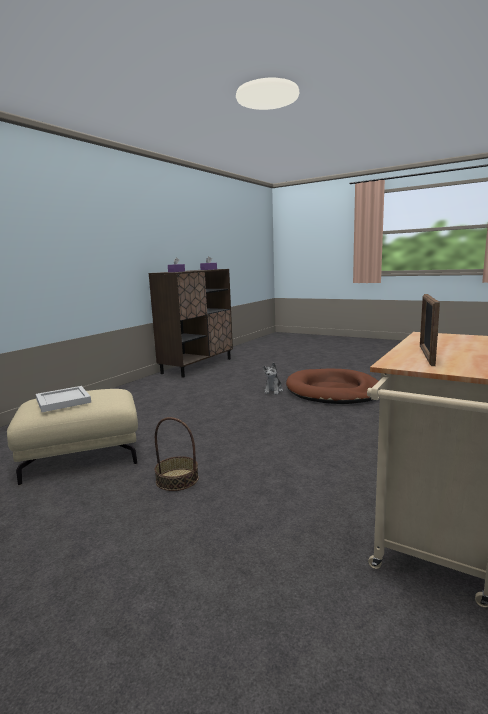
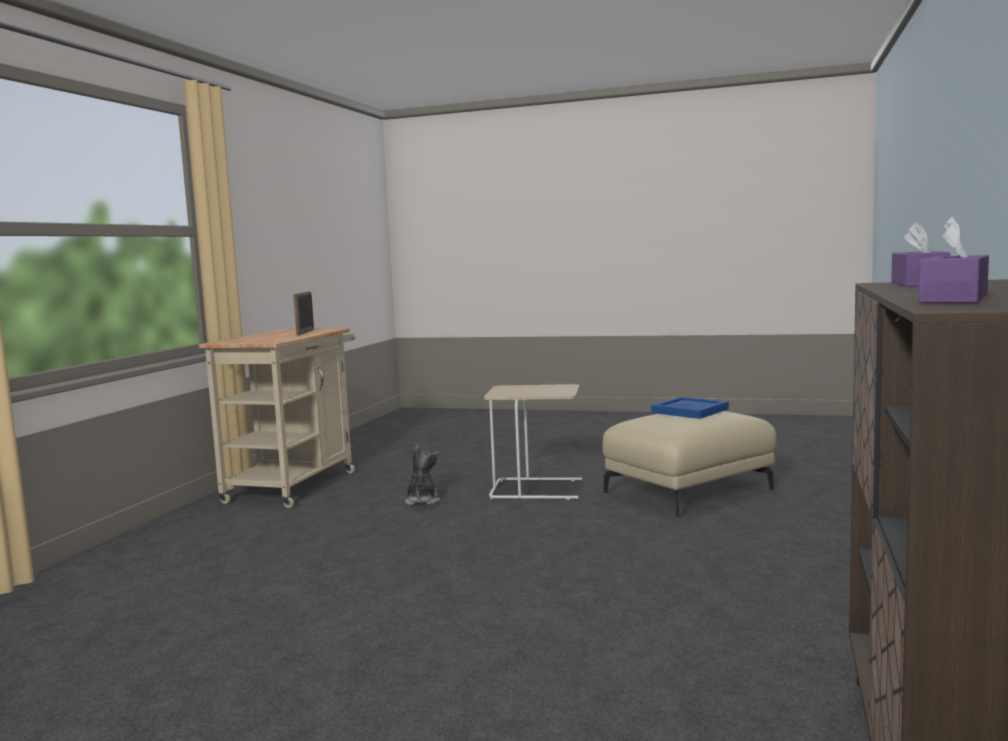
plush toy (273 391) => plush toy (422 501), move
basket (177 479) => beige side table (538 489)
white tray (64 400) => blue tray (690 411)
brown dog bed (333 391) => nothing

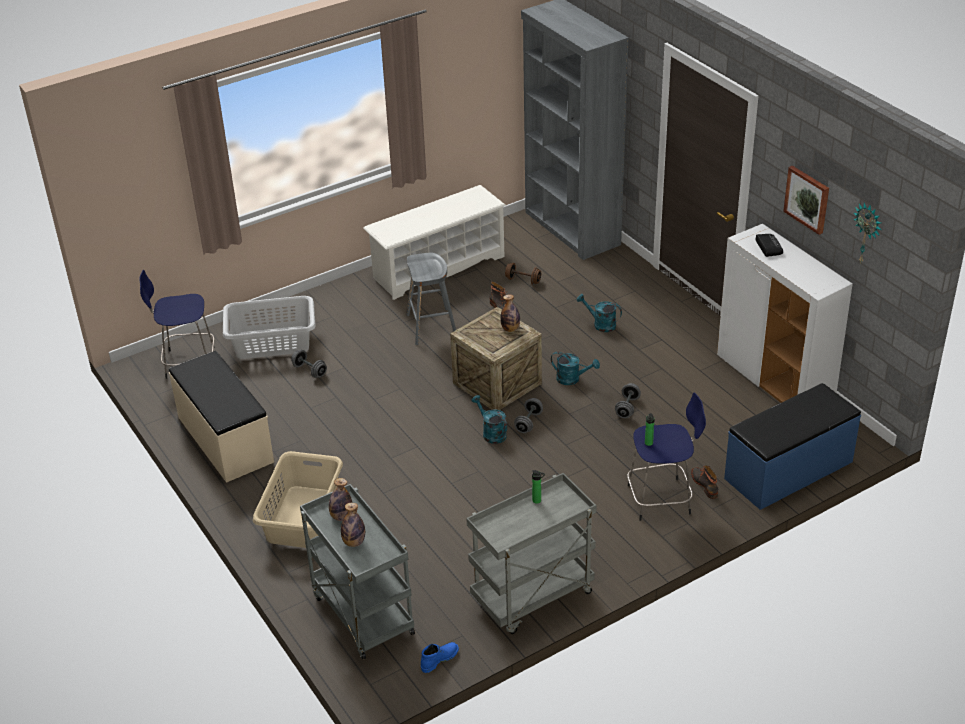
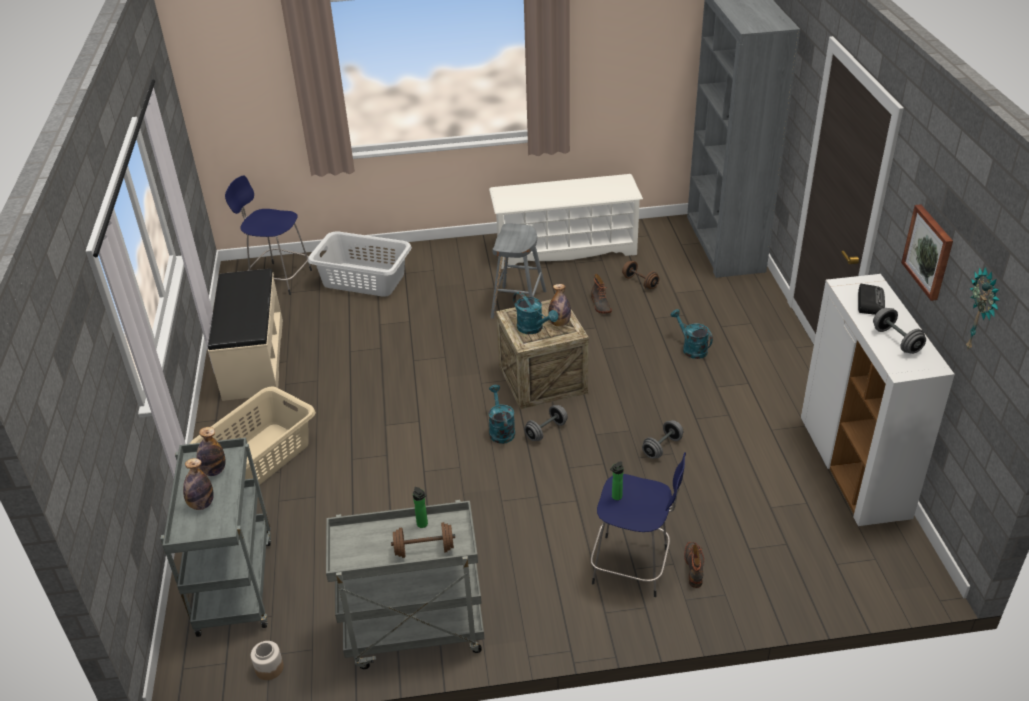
blue boot (439 659) => jar (269 668)
nothing => brown dumbbell (424 549)
turquoise watering can (572 379) => turquoise watering can (533 328), move
grey dumbbell (309 370) => grey dumbbell (896 341), move
blue bench (789 471) => nothing

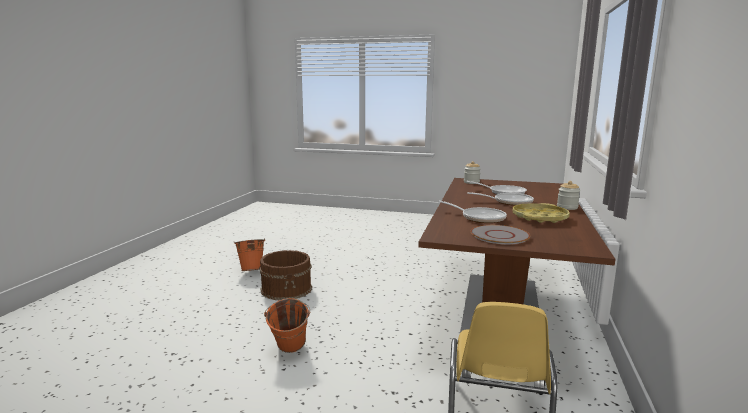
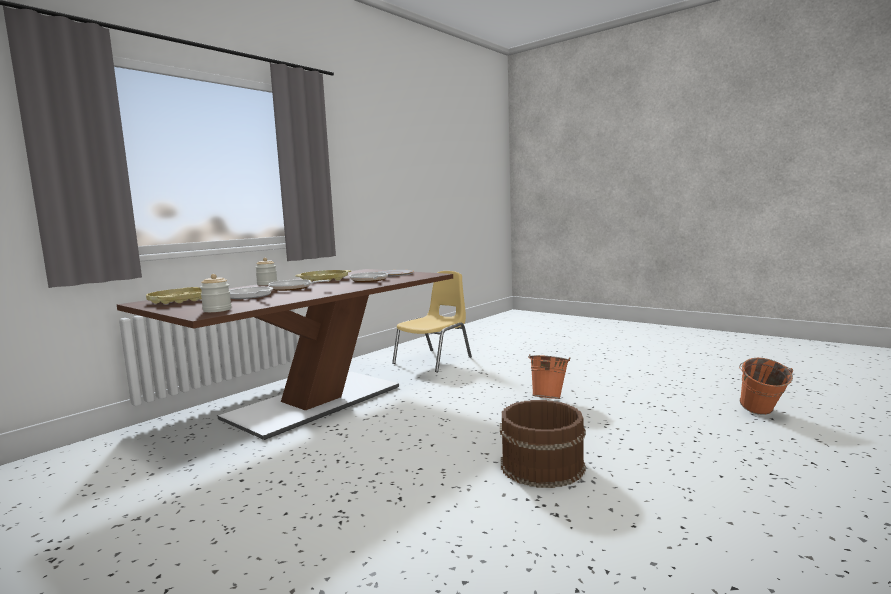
nothing => yellow tray (180 300)
orange bucket (252 270) => orange bucket (761 414), move

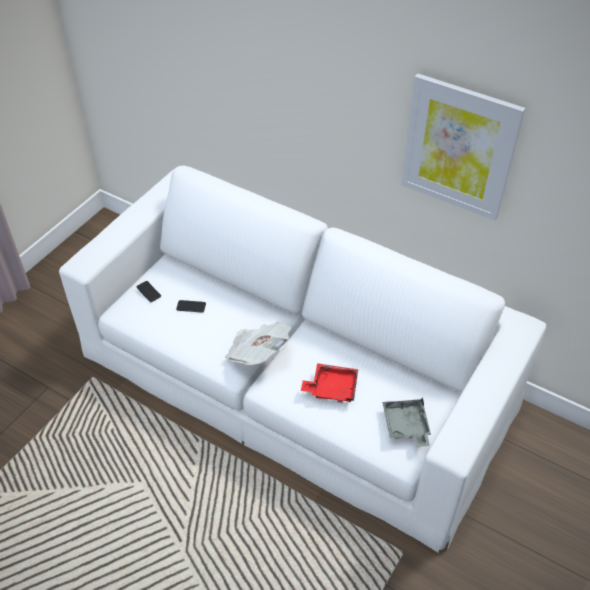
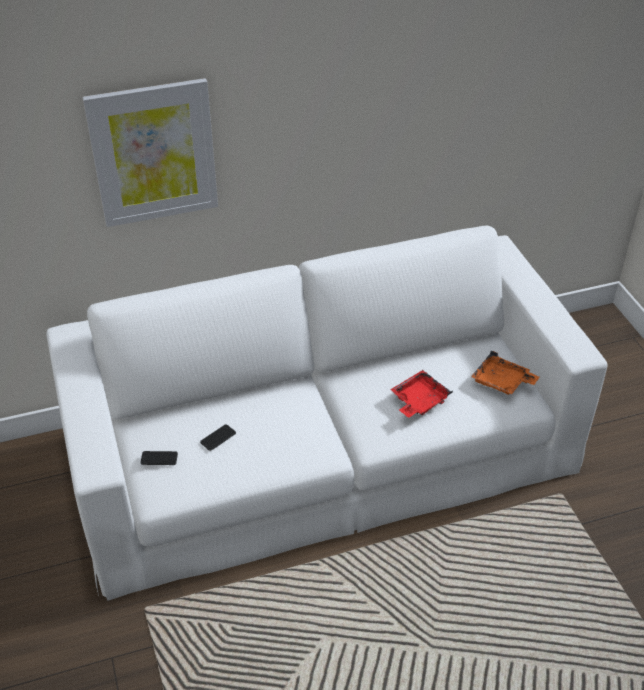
picture (459 147) => picture (153 153), move
grey tray (406 426) => orange tray (502 382)
newspaper (258 353) => nothing

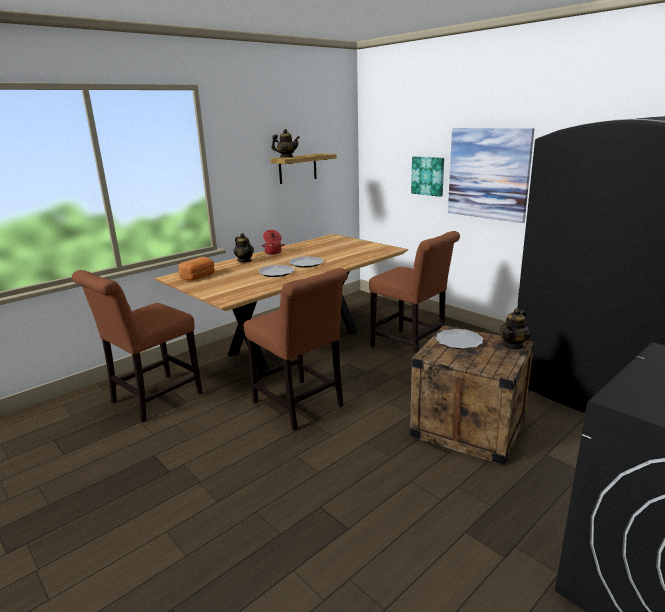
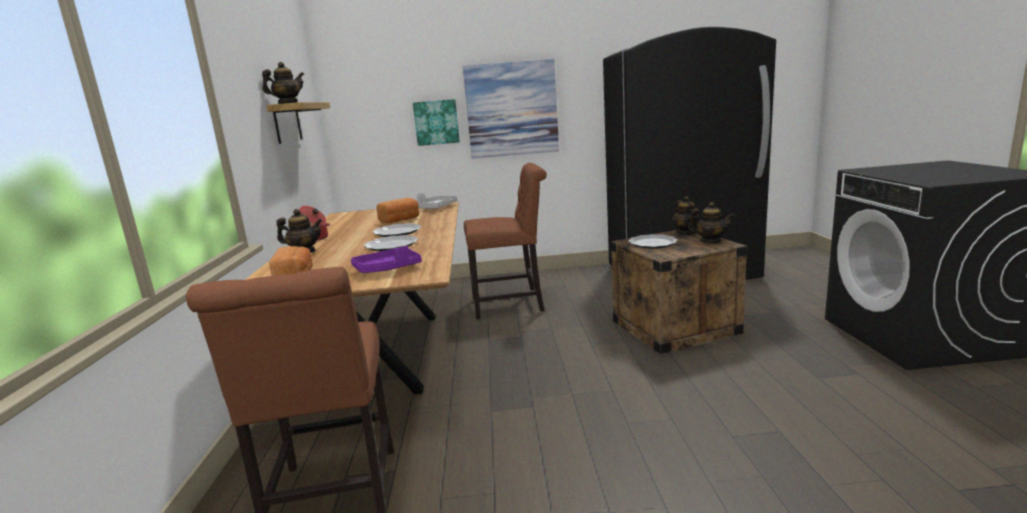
nothing => purple tray (388 269)
nothing => bread (401 220)
nothing => grey tray (436 208)
nothing => teapot (710 241)
brown chair (301 406) => nothing

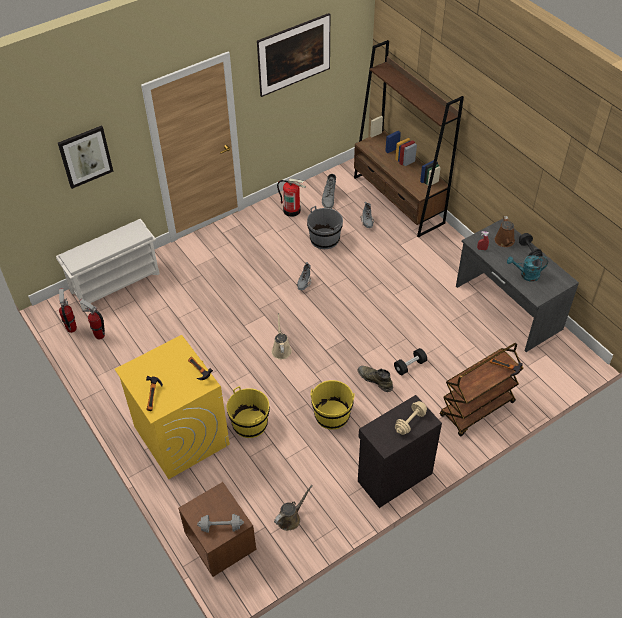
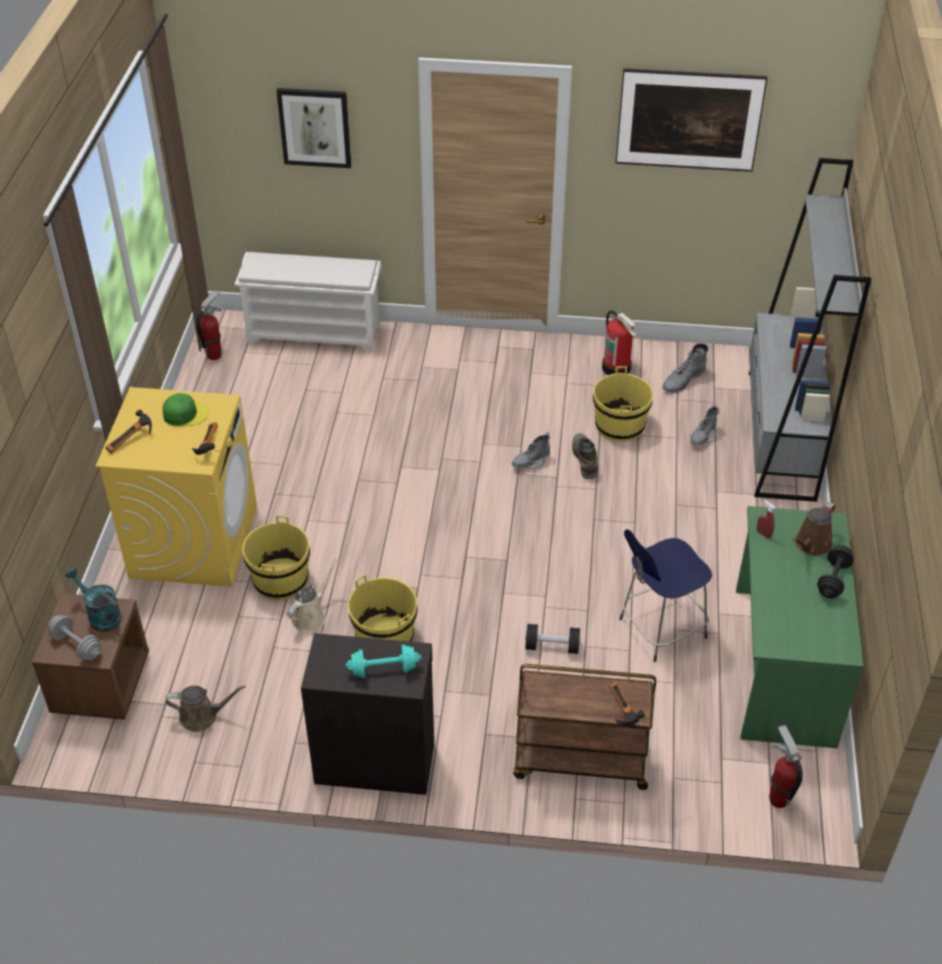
turquoise watering can (526 275) => turquoise watering can (100 615), move
nothing => green cap (185 414)
beige watering can (281 349) => beige watering can (310 616), move
beige dumbbell (410 422) => turquoise dumbbell (384 669)
green boot (375 380) => green boot (584 459), move
grey bucket (324 239) => yellow bucket (620 426)
nothing => blue stool (660 629)
grey desk (507 308) => green desk (781 665)
brown bookcase (398 200) => grey bookcase (780 434)
fire extinguisher (99 335) => fire extinguisher (778 799), move

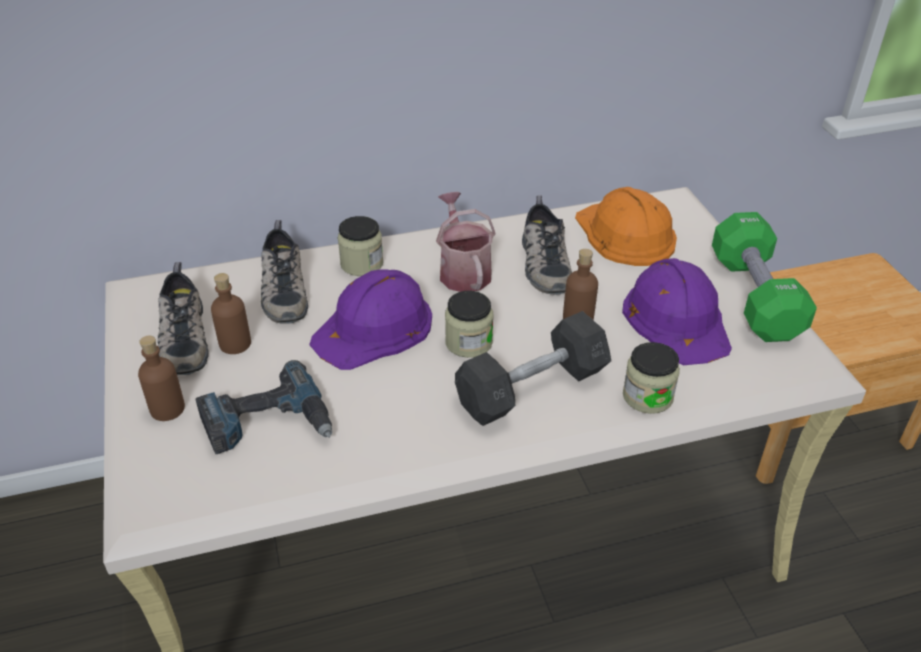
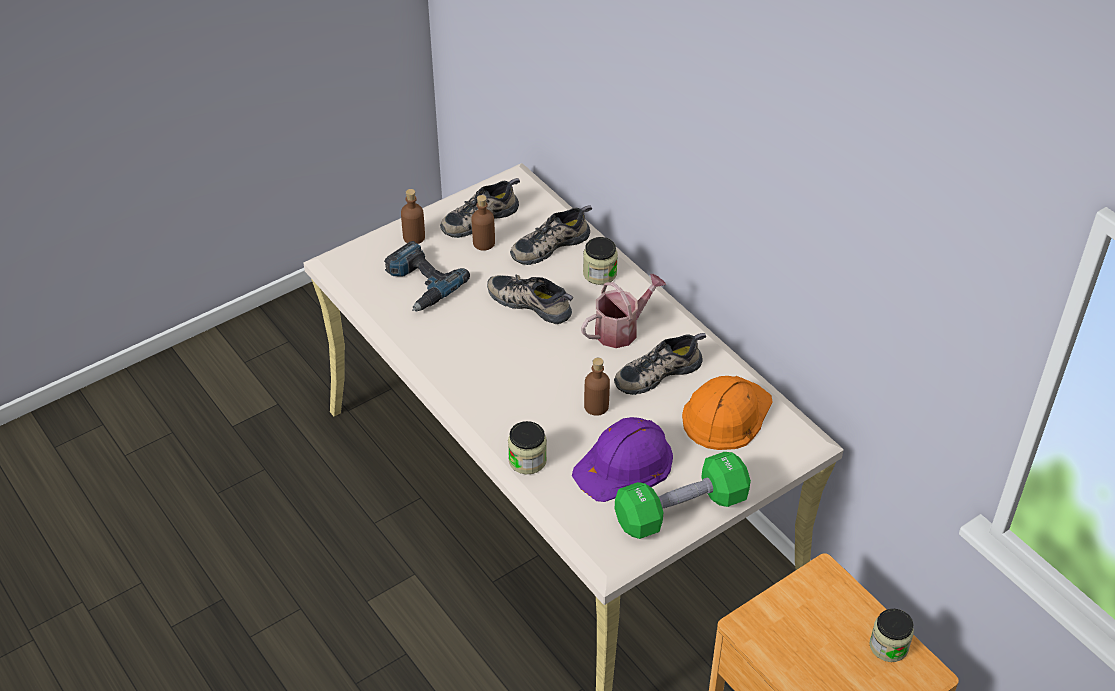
purple hard hat (374 328) => shoe (532 302)
jar (468 342) => jar (888 646), move
grey dumbbell (532 388) => nothing

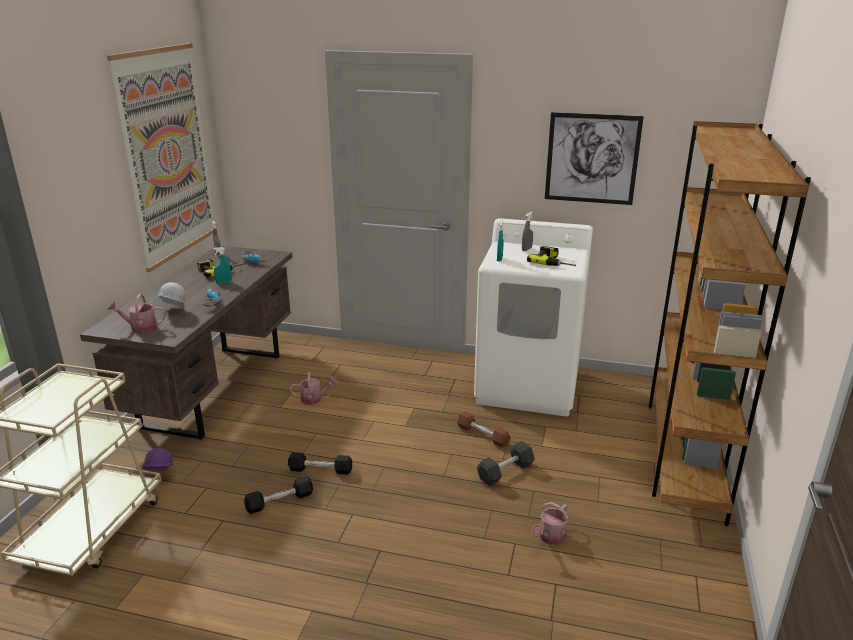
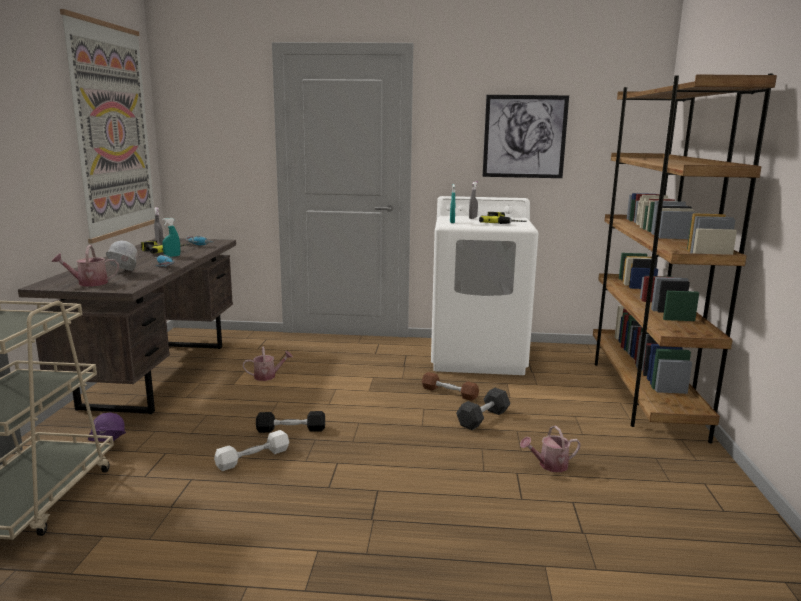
black dumbbell (279 501) => white dumbbell (253 458)
watering can (549 538) => watering can (549 465), 45 degrees clockwise

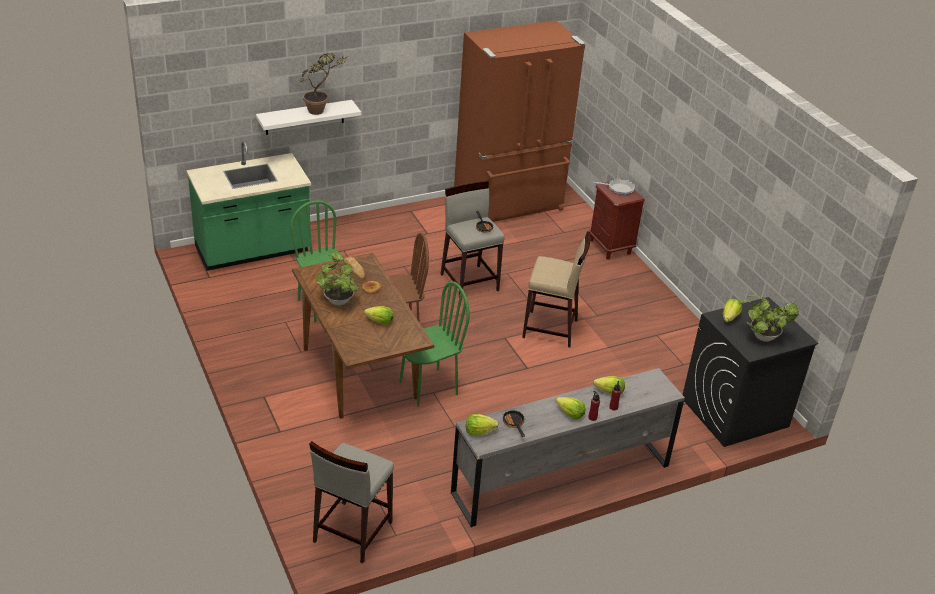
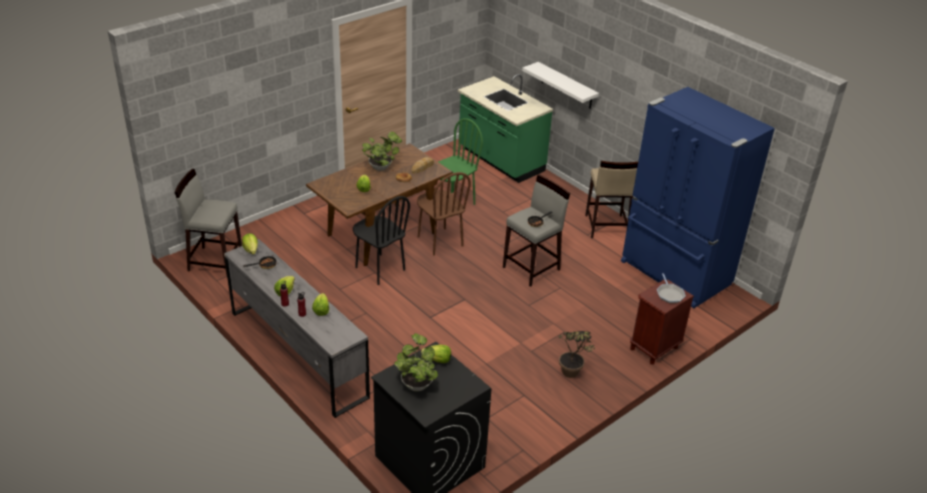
green chair (428 387) => black chair (379 269)
potted plant (321 111) => potted plant (572 376), move
beige stool (550 329) => beige stool (606 227), move
brown fridge (510 204) => blue fridge (674 274)

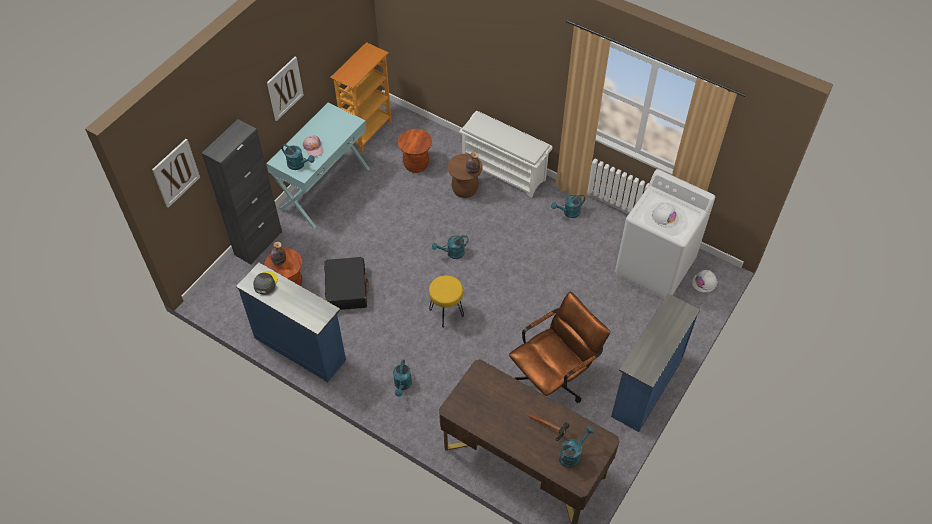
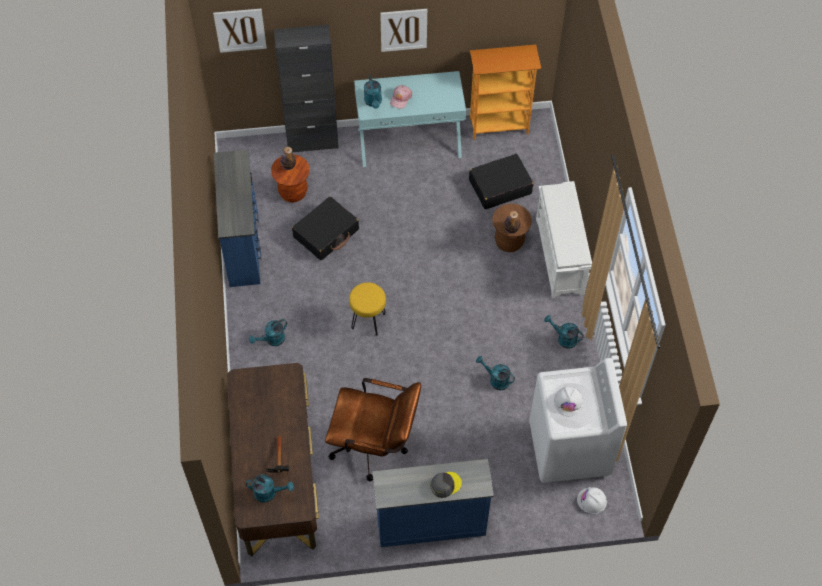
grey cap (265 283) => grey cap (445 484), move
brown stool (416 165) => black suitcase (499 187)
turquoise watering can (452 253) => turquoise watering can (496 380), move

